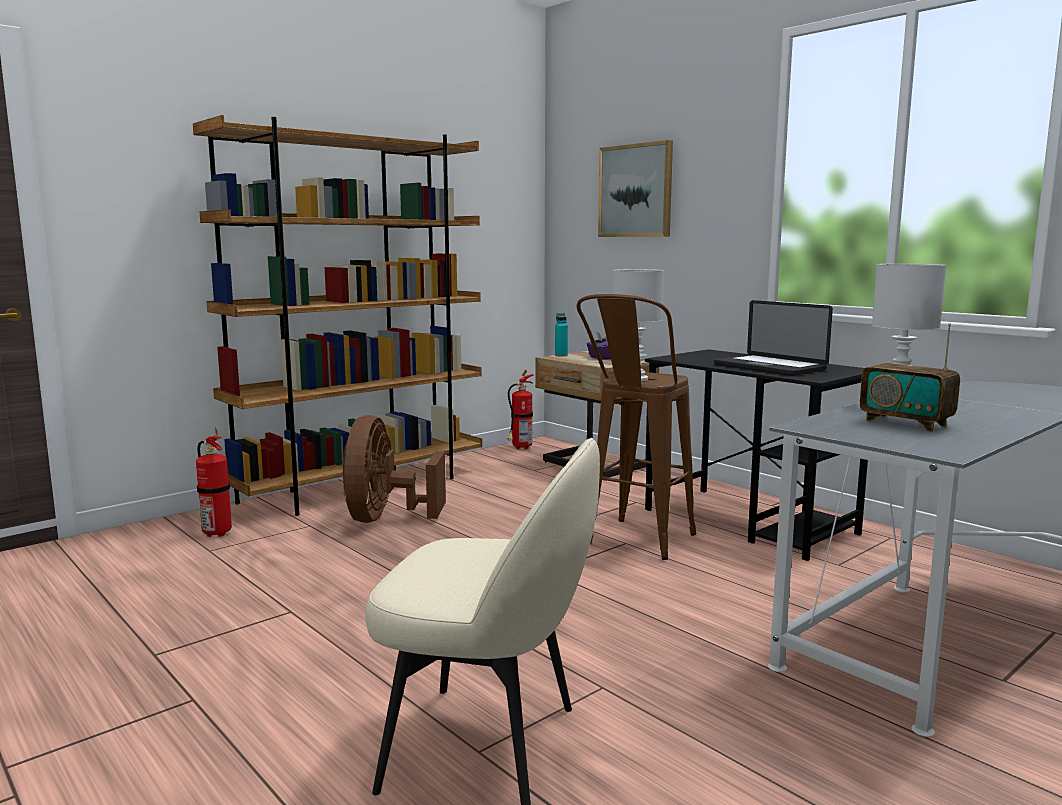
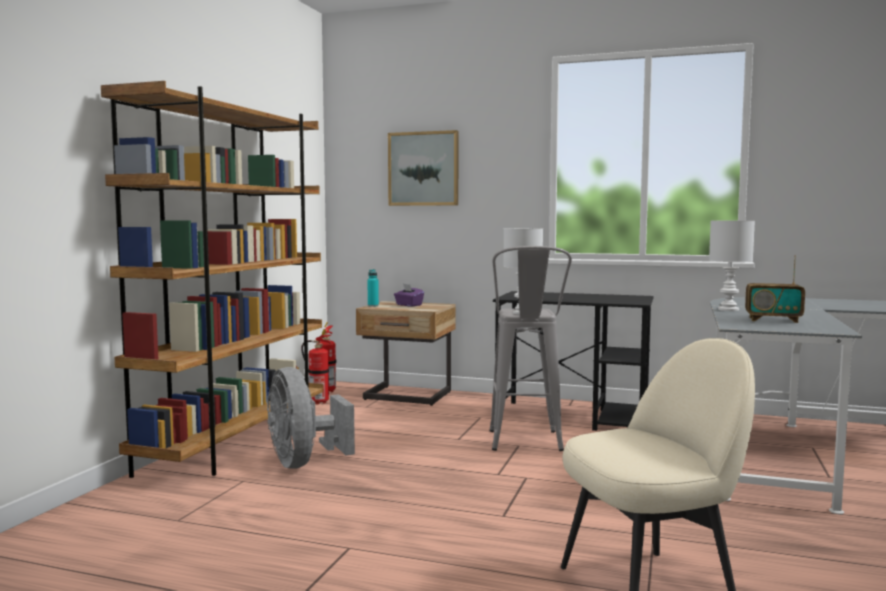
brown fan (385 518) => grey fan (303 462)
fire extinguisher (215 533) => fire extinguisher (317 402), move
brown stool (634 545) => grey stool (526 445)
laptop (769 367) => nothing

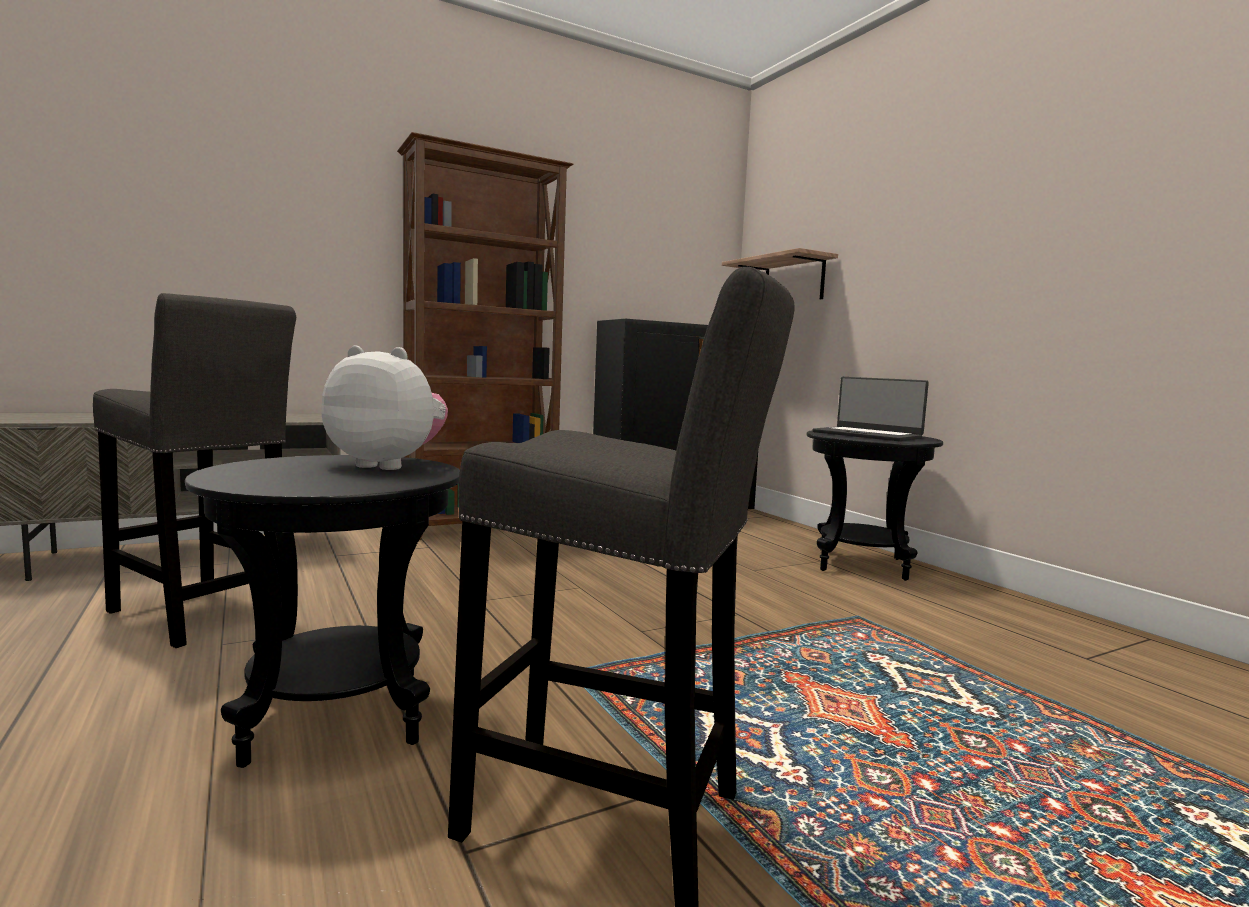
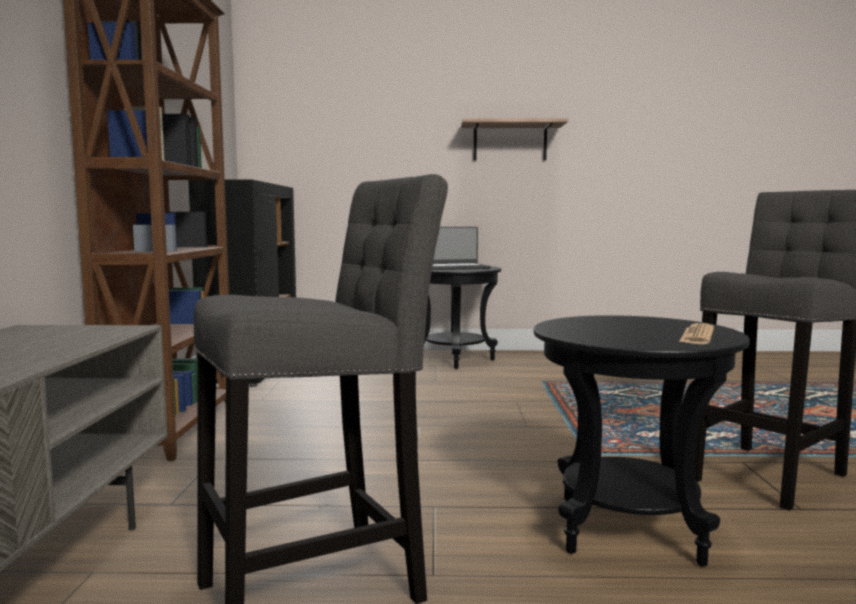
shelf (793 281) => shelf (510 142), move
nothing => newspaper (697 335)
plush toy (388 465) => nothing

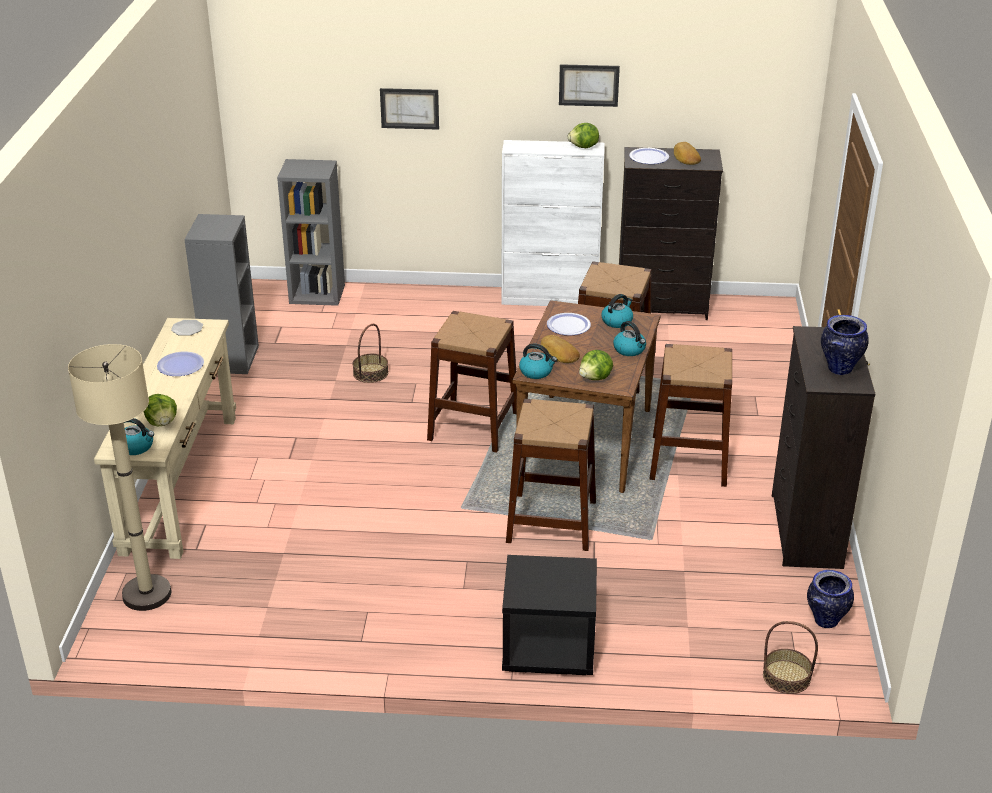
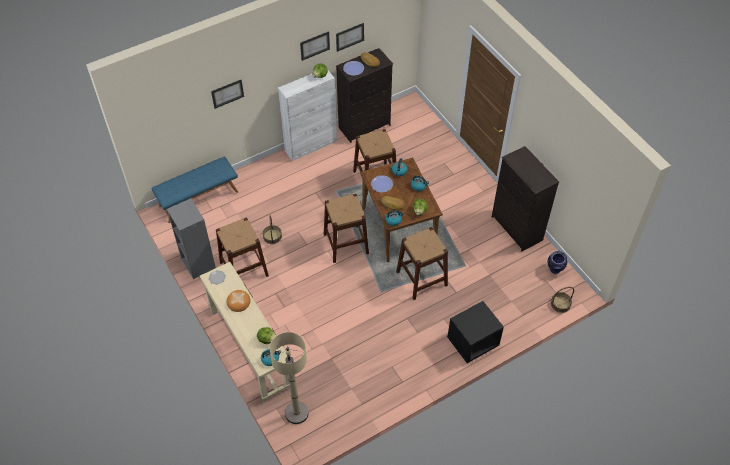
grey bookcase (318 294) => blue bench (198 198)
brown stool (689 460) => brown stool (244 269), move
plate (180 365) => bread (238 301)
nothing => picture (349 37)
vase (839 369) => nothing

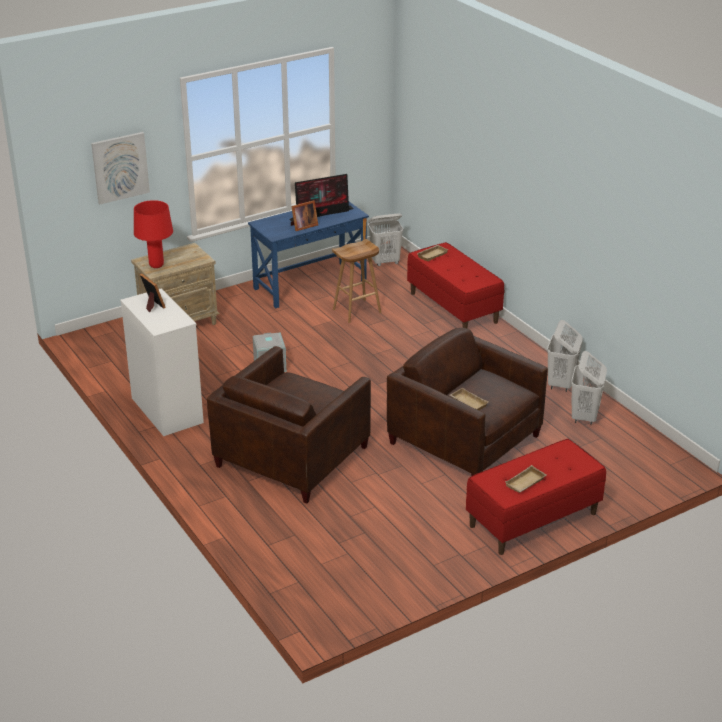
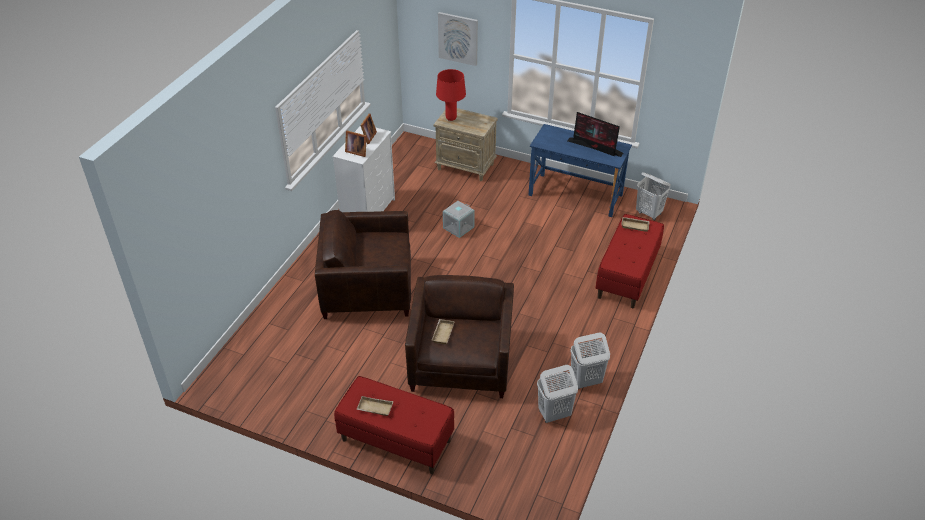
picture frame (303 226) => picture frame (356 151), move
brown stool (356 311) => nothing

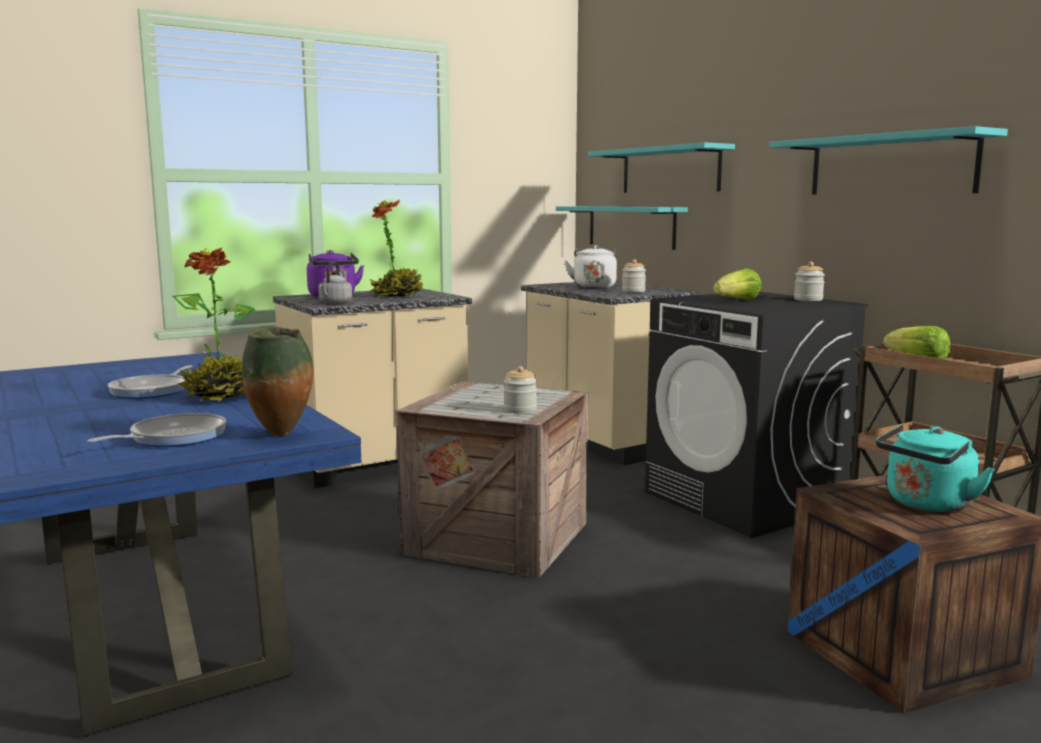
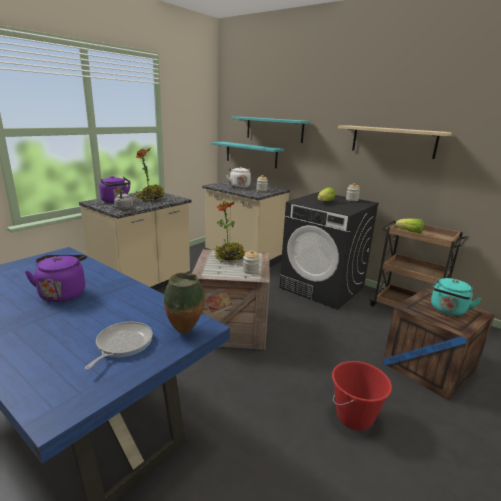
frying pan (152 390) => purple kettle (63 293)
potted plant (225 397) => potted plant (229 258), move
nothing => red bucket (354 417)
turquoise shelf (890 165) => beige shelf (393 141)

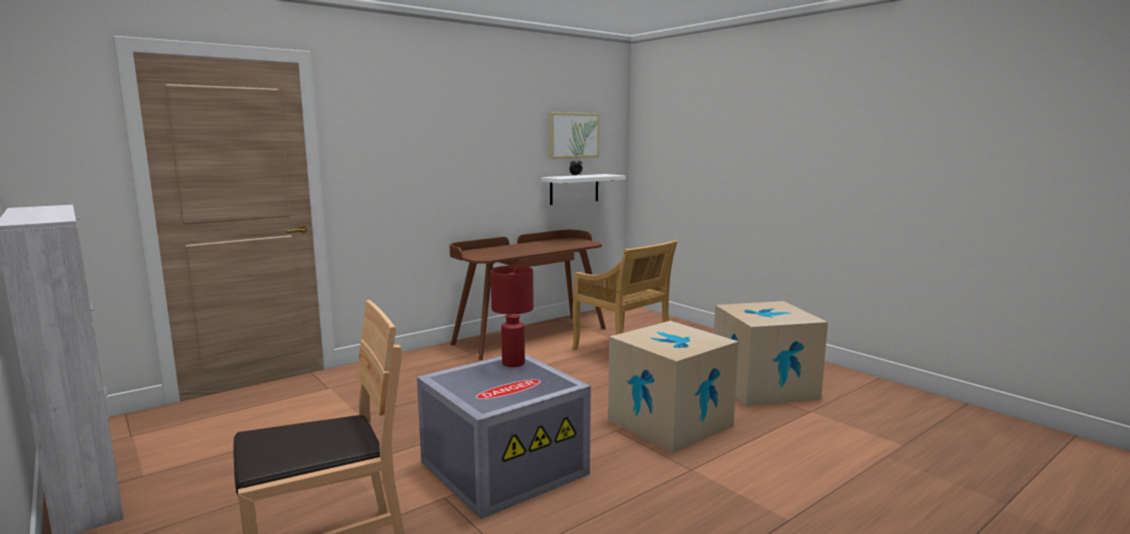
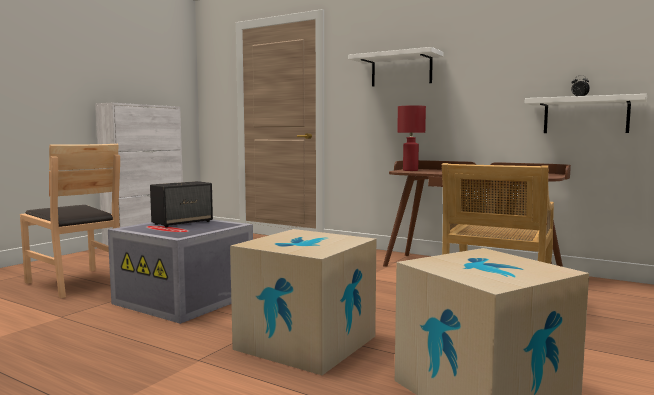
nothing => speaker (183 222)
nothing => white shelf (401 70)
red table lamp (513 363) => red table lamp (410 170), move
picture (573 135) => nothing

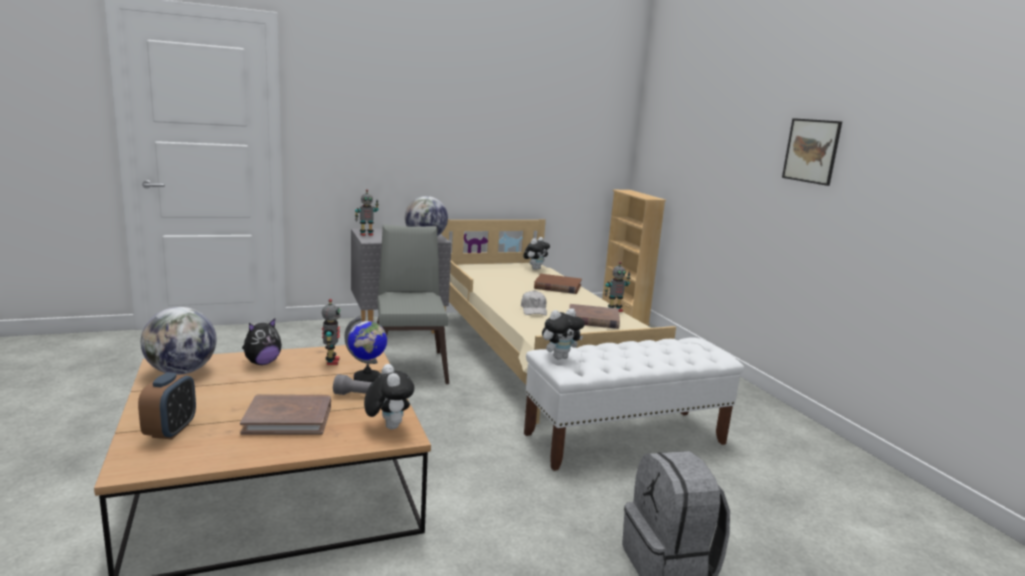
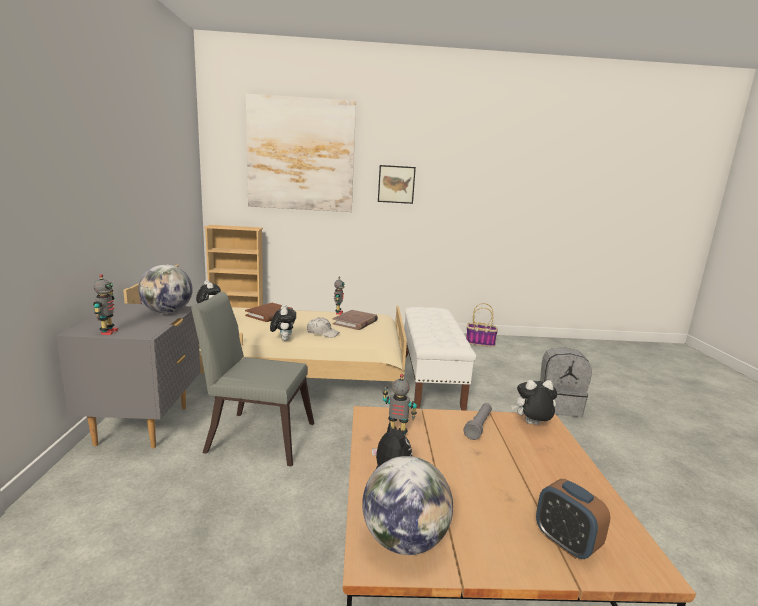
nothing => picture (301 155)
plush toy (560 357) => plush toy (283 339), move
nothing => basket (480 342)
alarm clock (170 431) => alarm clock (566 542), 150 degrees counterclockwise
brown book (288 418) => nothing
globe (367 379) => nothing

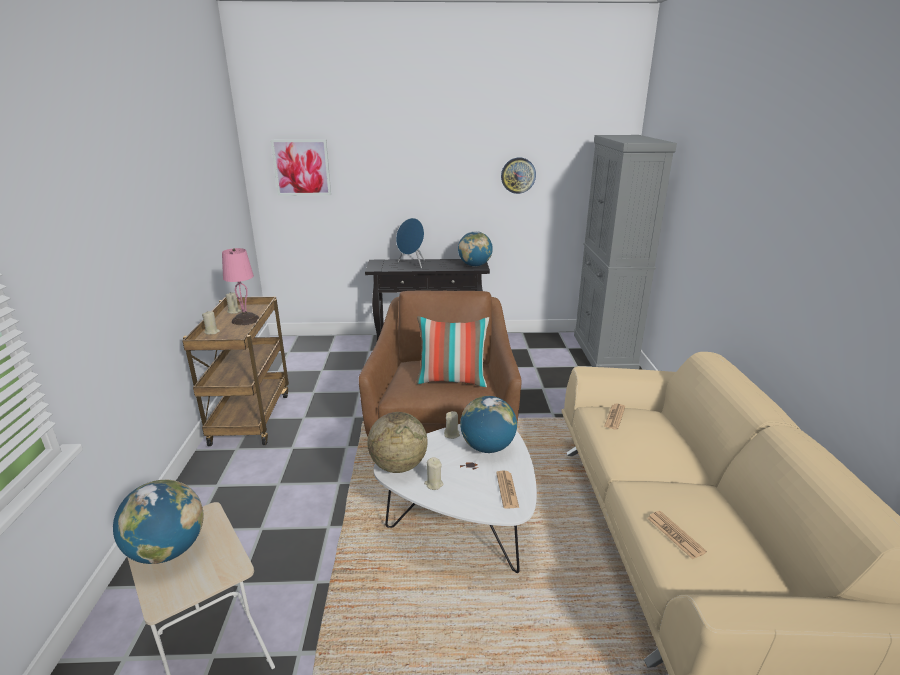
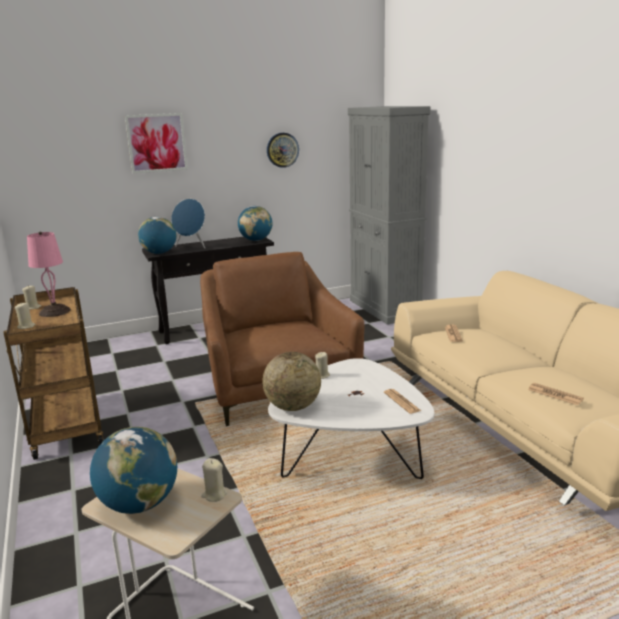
picture (302 167) => picture (156 143), move
globe (487 447) => globe (159 253), move
beige candle (433 484) => beige candle (214 495), move
pillow (452 380) => nothing

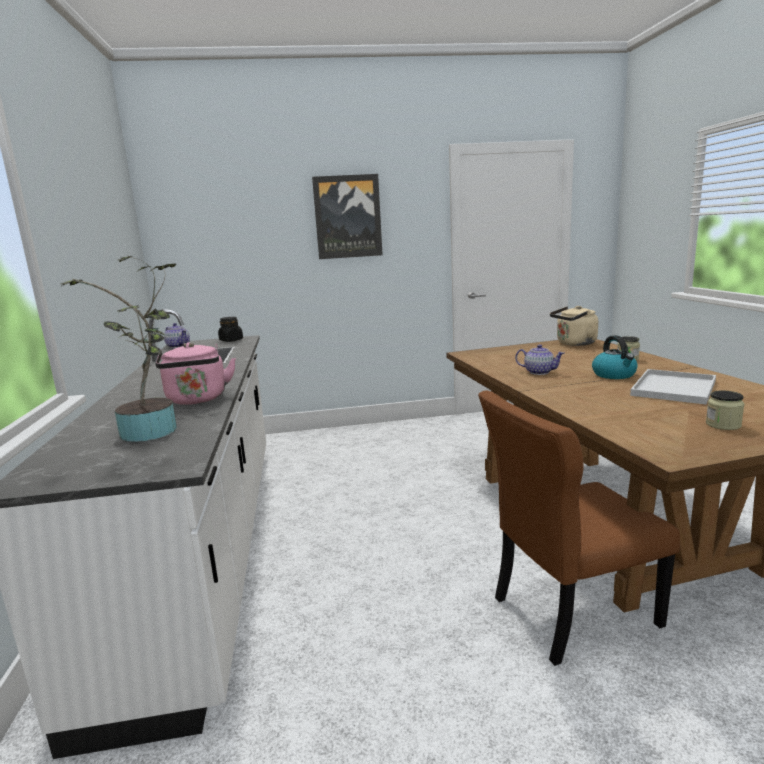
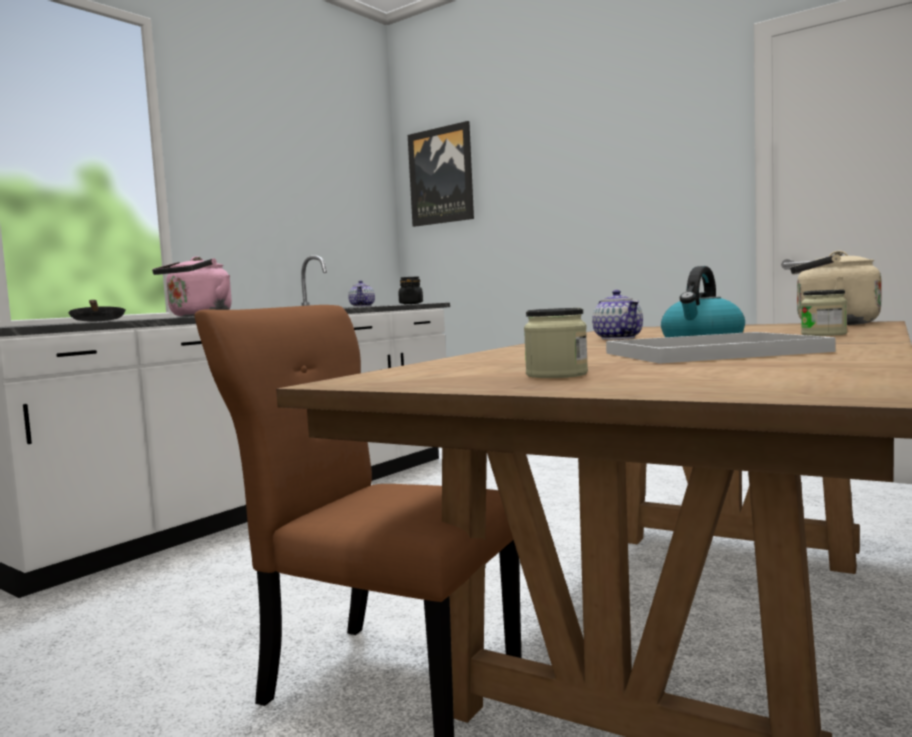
potted plant (152 433) => black frying pan (98 321)
picture (348 217) => picture (441 176), move

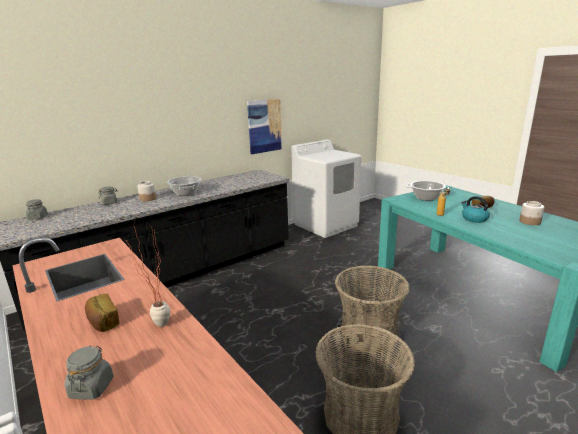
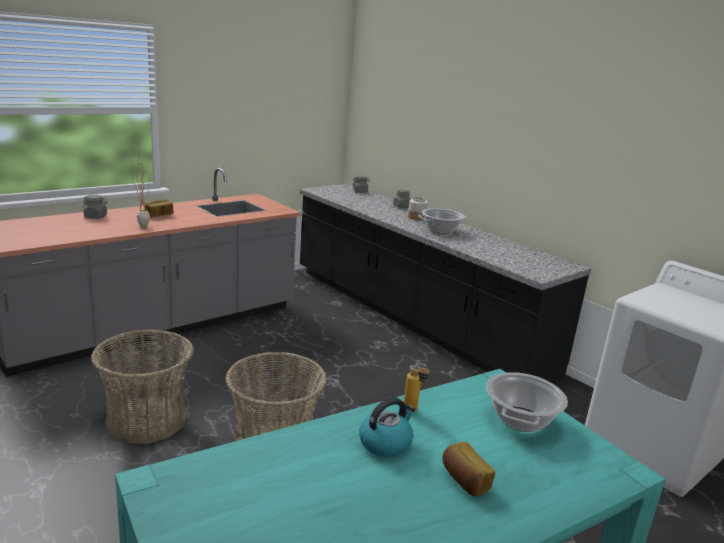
picture (264 126) => nothing
jar (530 222) => nothing

